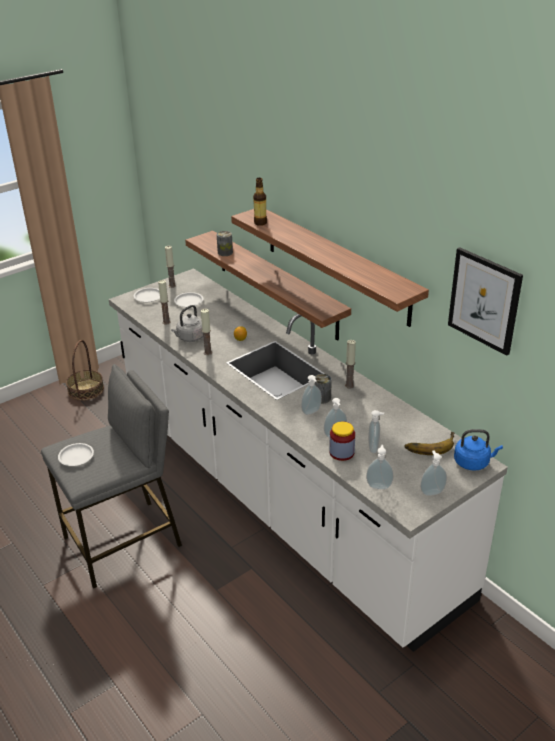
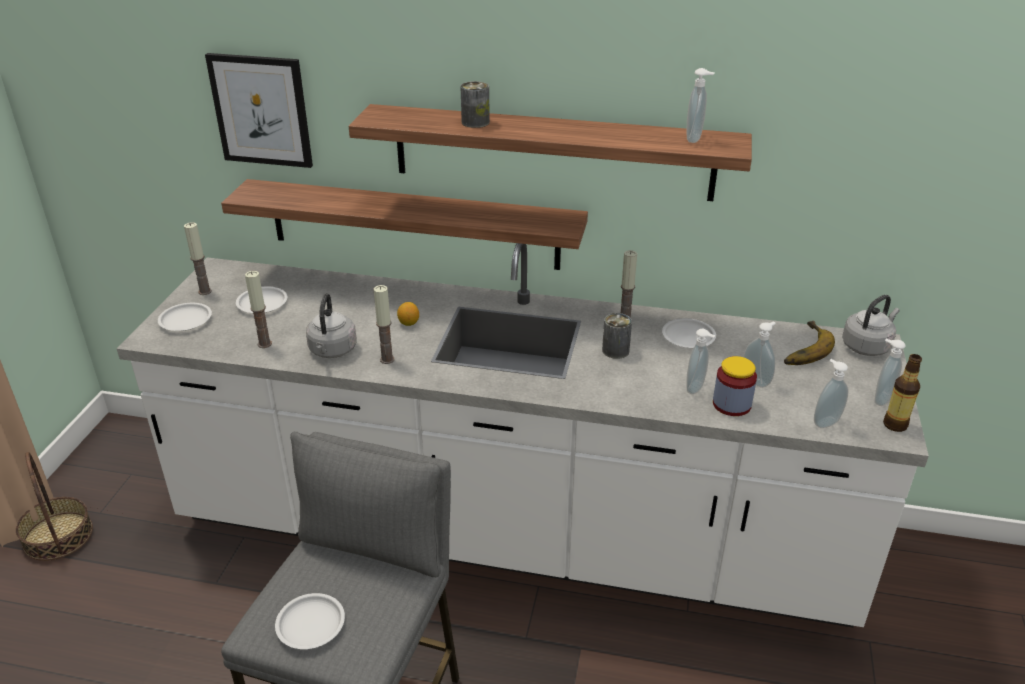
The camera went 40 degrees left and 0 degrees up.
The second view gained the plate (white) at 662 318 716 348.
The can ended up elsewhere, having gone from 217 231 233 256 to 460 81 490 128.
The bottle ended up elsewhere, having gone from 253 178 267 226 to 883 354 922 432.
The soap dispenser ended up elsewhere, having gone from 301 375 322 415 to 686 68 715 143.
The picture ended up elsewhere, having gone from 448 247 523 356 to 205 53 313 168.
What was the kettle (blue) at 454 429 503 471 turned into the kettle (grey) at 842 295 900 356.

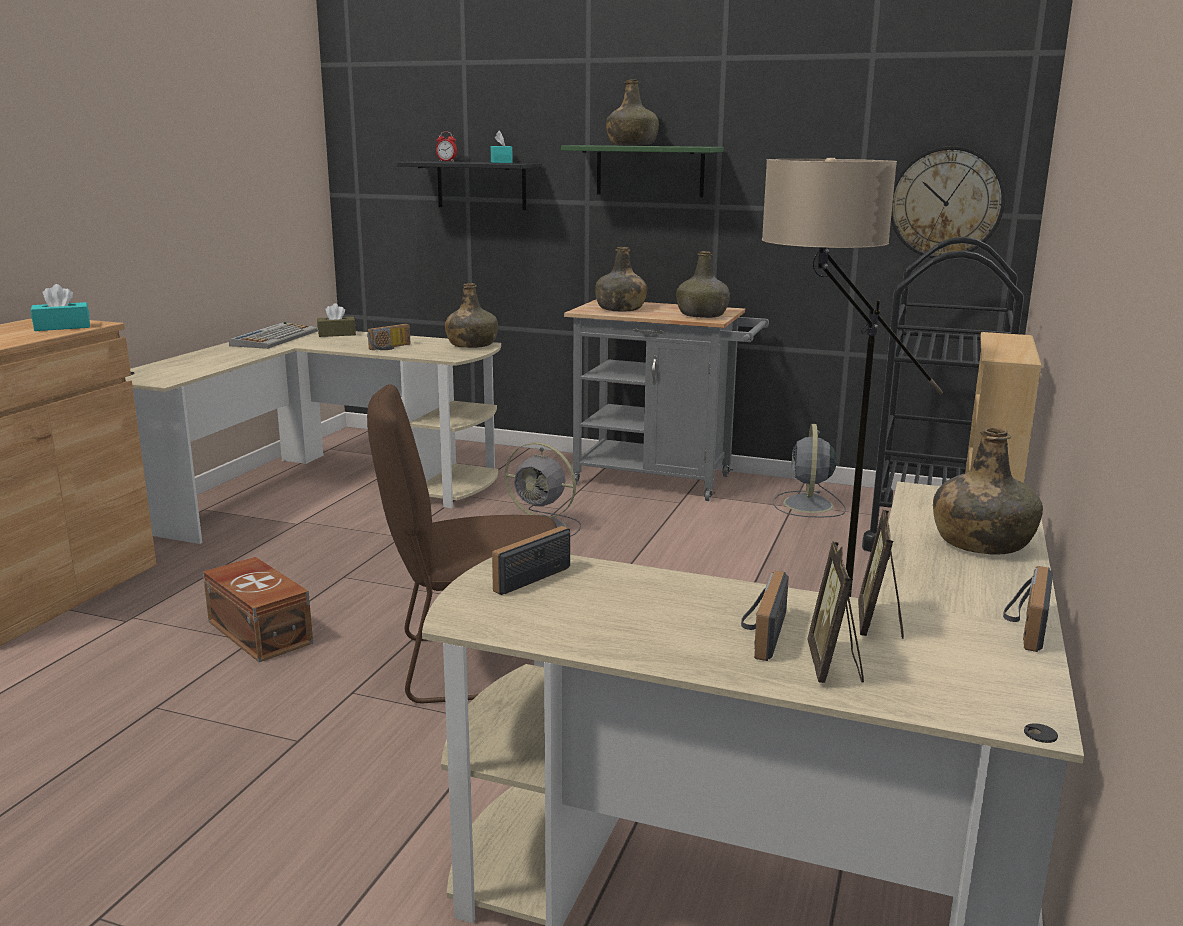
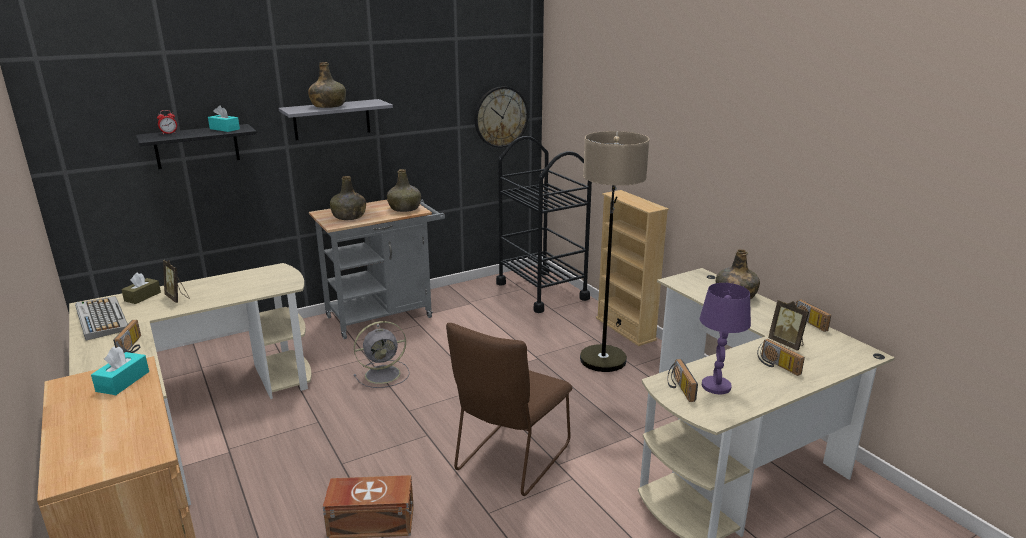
The camera went 50 degrees left and 5 degrees up.
The second view lost the bottle (green) at 445 283 498 348.
The second view lost the fan (grey) at 773 424 846 518.
The second view gained the table lamp (purple) at 700 283 751 394.
The radio ended up elsewhere, having gone from 367 324 410 350 to 113 320 141 353.
The picture frame ended up elsewhere, having gone from 807 541 864 683 to 163 260 190 303.
What was the shelf (green) at 561 145 724 197 turned into the shelf (grey) at 279 99 393 141.

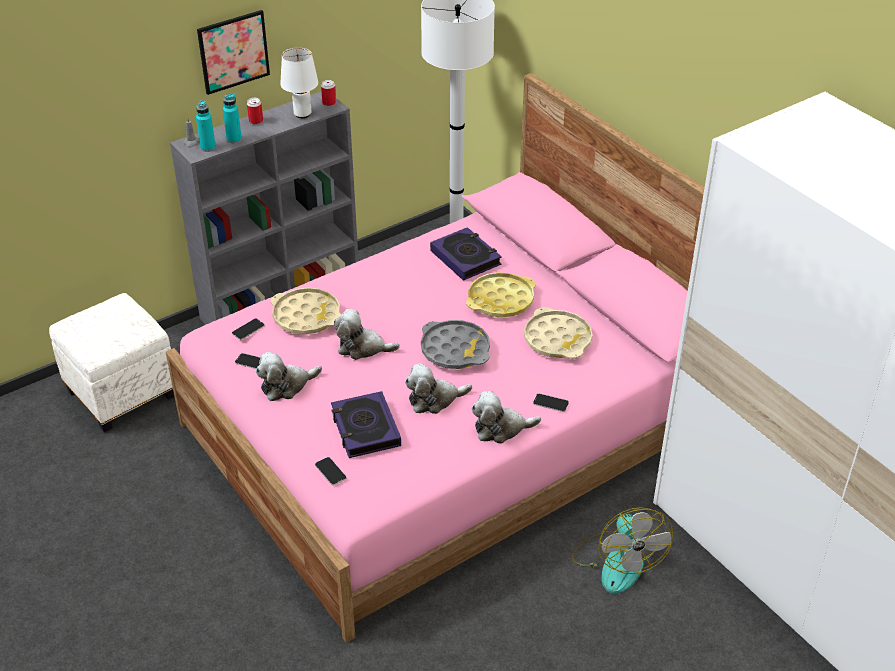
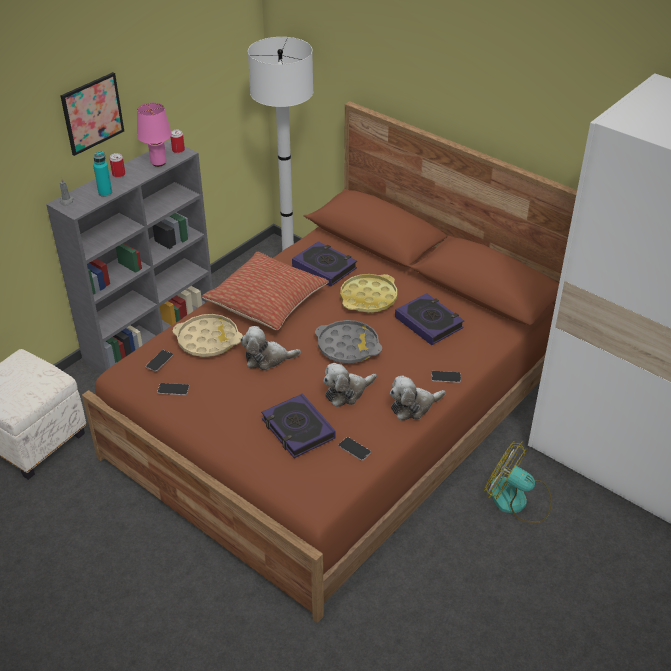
The camera went 15 degrees left and 0 degrees up.
The second view lost the bottle (turquoise) at 196 100 216 152.
The second view lost the plush toy at 256 352 322 401.
The second view gained the pillow at 202 252 329 330.
The phone ended up elsewhere, having gone from 315 457 347 485 to 338 437 371 460.
Where the tray (beige) stood at 524 307 593 359, the book came to stand at 395 293 464 345.
What was the bed (pink) at 166 73 705 643 turned into the bed (brown) at 82 101 577 623.
What was the table lamp (white) at 281 47 318 118 turned into the table lamp (pink) at 137 103 171 167.
The fan at 572 507 673 594 ended up facing another way, 150 degrees clockwise from before.

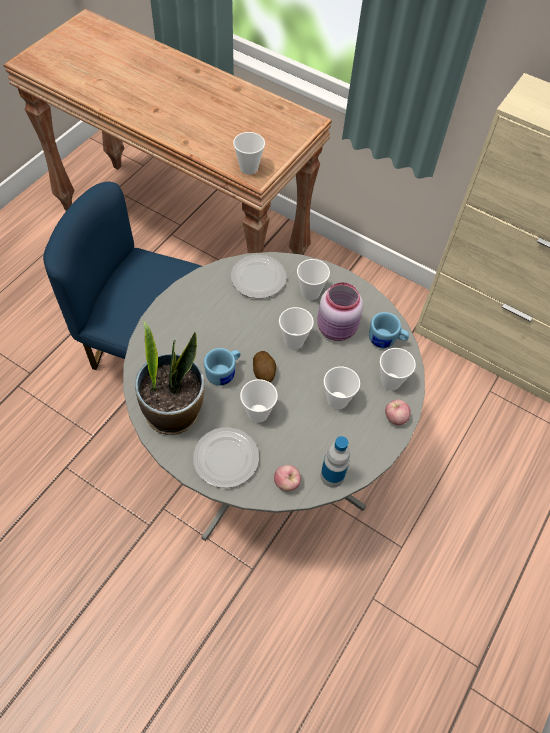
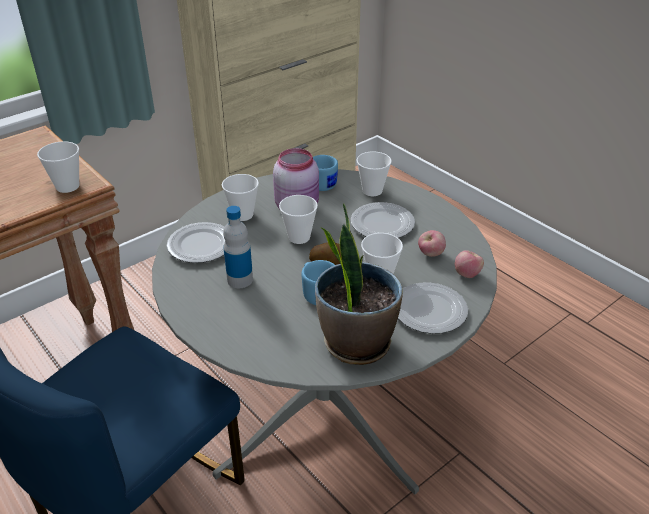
The camera went 70 degrees left and 20 degrees down.
The bottle ended up elsewhere, having gone from 320 436 350 488 to 223 206 253 288.
The apple ended up elsewhere, having gone from 385 399 411 425 to 418 230 446 257.
Where the cup stood at 324 366 360 409, the plate came to stand at 351 202 415 238.

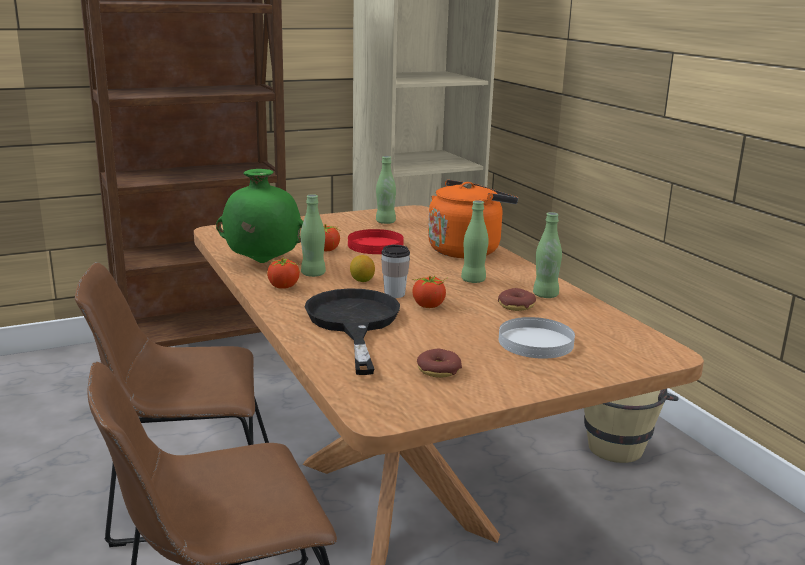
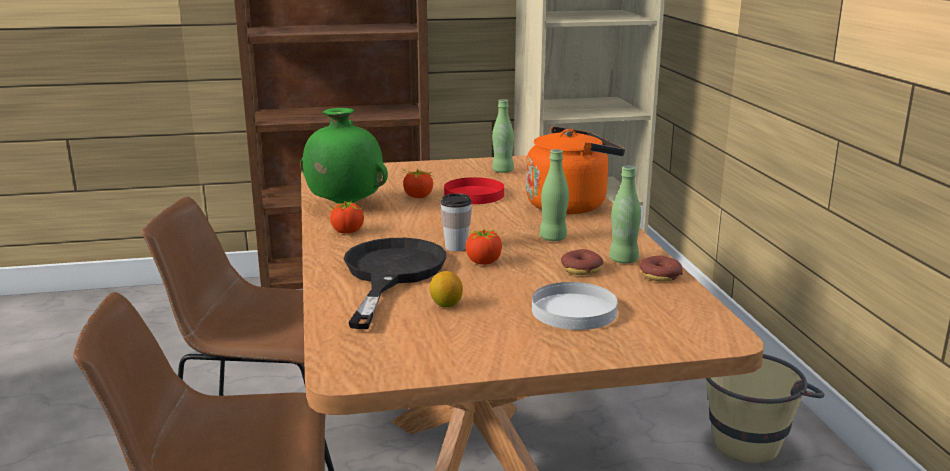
The camera went 15 degrees right and 0 degrees up.
The second view lost the bottle (green) at 301 194 326 277.
The lemon ended up elsewhere, having gone from 350 255 375 282 to 430 271 463 307.
The donut ended up elsewhere, having gone from 417 349 462 378 to 639 256 683 282.

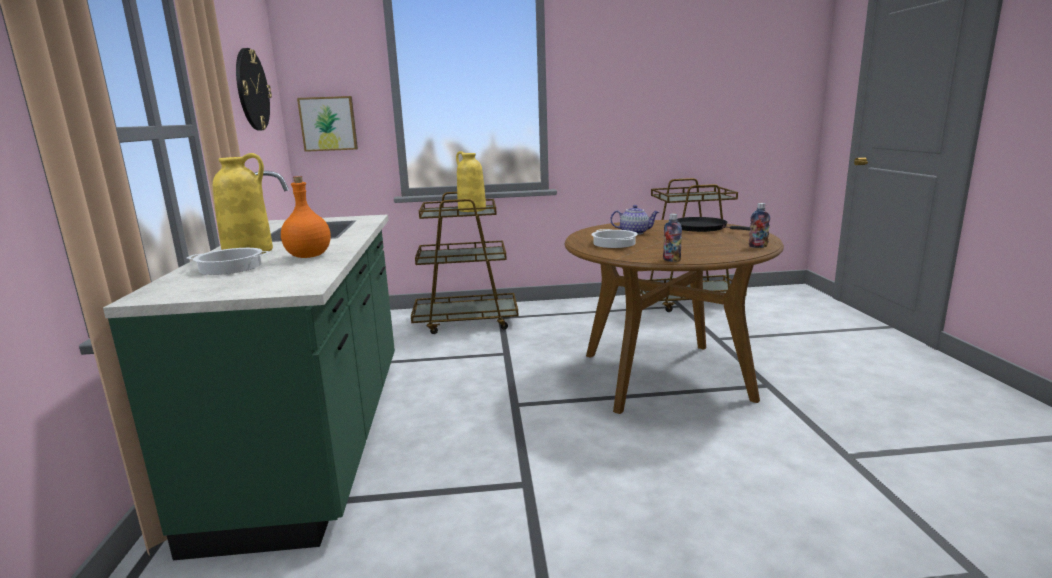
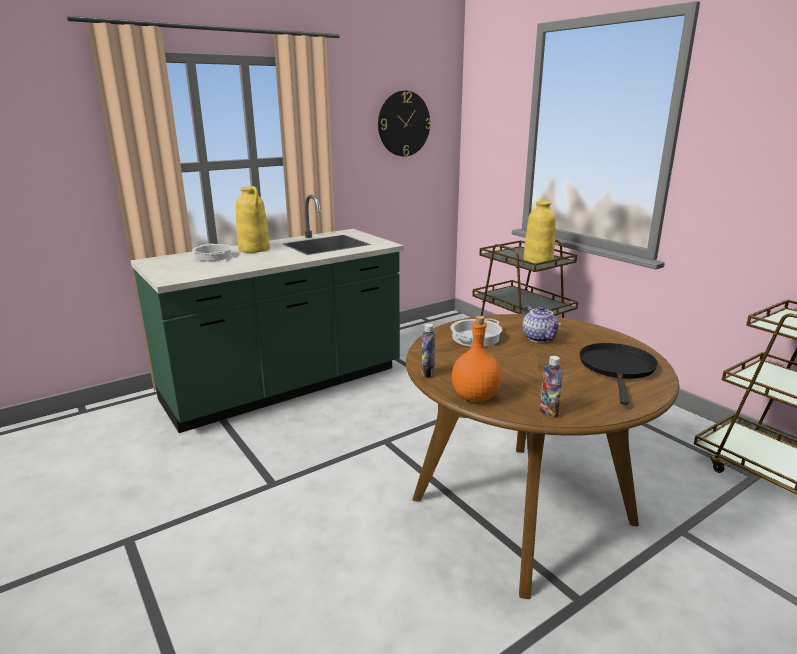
The camera went 60 degrees right and 5 degrees up.
The second view lost the picture at 297 96 358 152.
The bottle (orange) ended up elsewhere, having gone from 281 176 331 258 to 452 316 502 402.

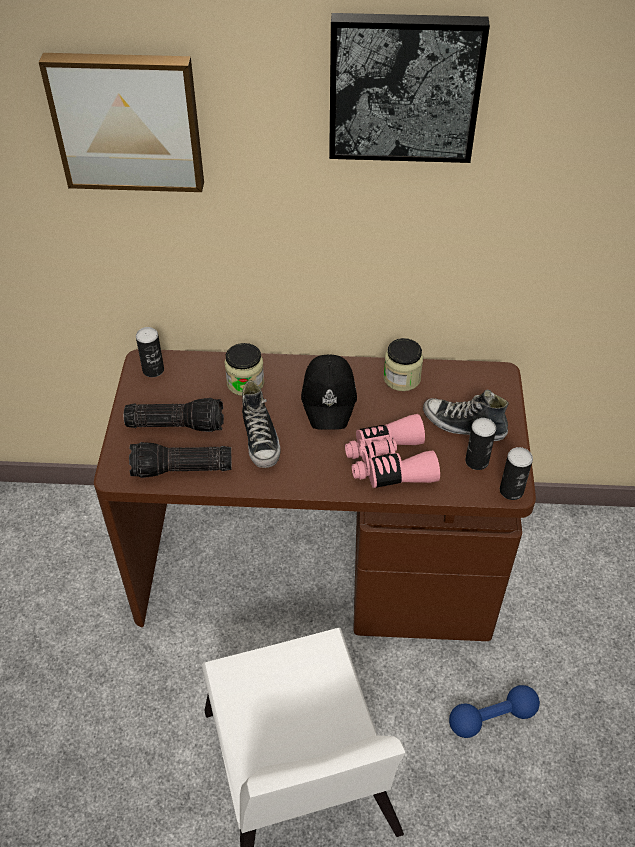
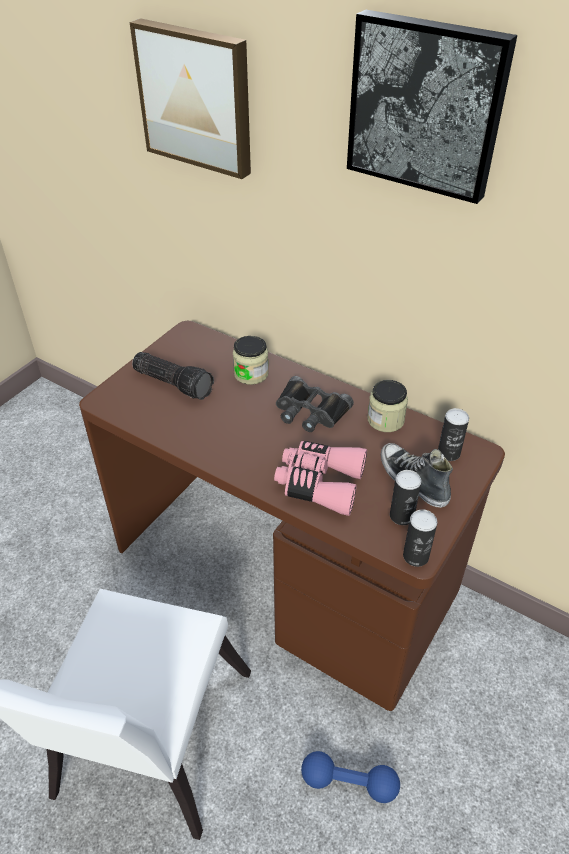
The camera went 30 degrees right and 5 degrees down.
The second view lost the flashlight at 129 442 232 478.
The second view lost the shoe at 242 380 281 468.
The can ended up elsewhere, having gone from 136 327 164 377 to 438 408 469 461.
Where the cap (black) stood at 301 355 357 430, the binoculars (black) came to stand at 276 376 354 432.

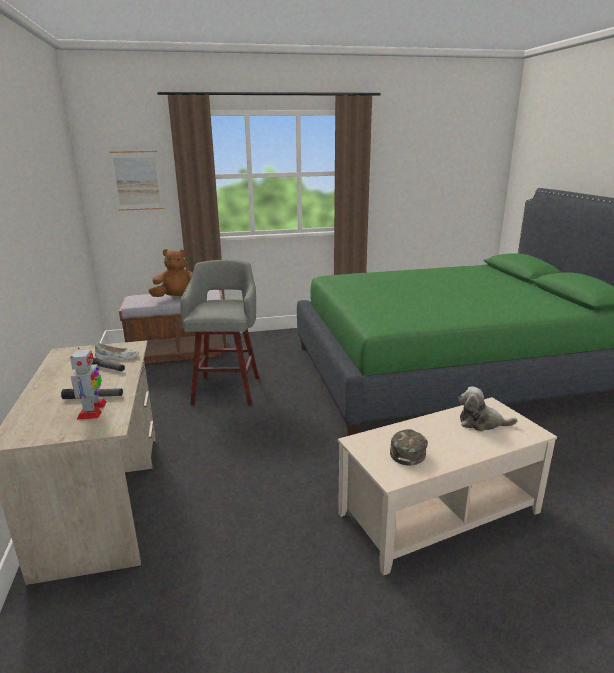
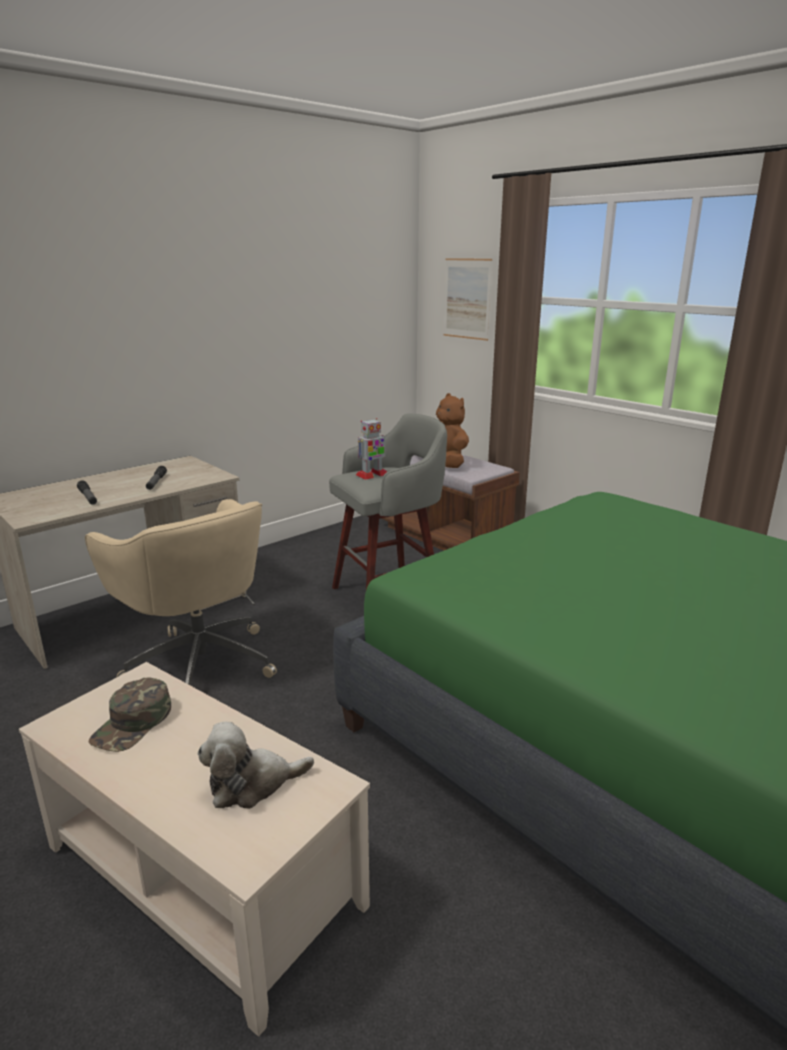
The camera went 60 degrees right and 0 degrees up.
The second view lost the shoe (white) at 95 343 139 361.
The second view gained the office chair (beige) at 85 499 277 685.
The toy robot ended up elsewhere, having gone from 70 347 107 420 to 356 418 387 480.
The cap (green) at 390 429 428 466 ended up facing another way, 120 degrees clockwise from before.
The plush toy at 459 386 517 431 ended up facing another way, 90 degrees counterclockwise from before.

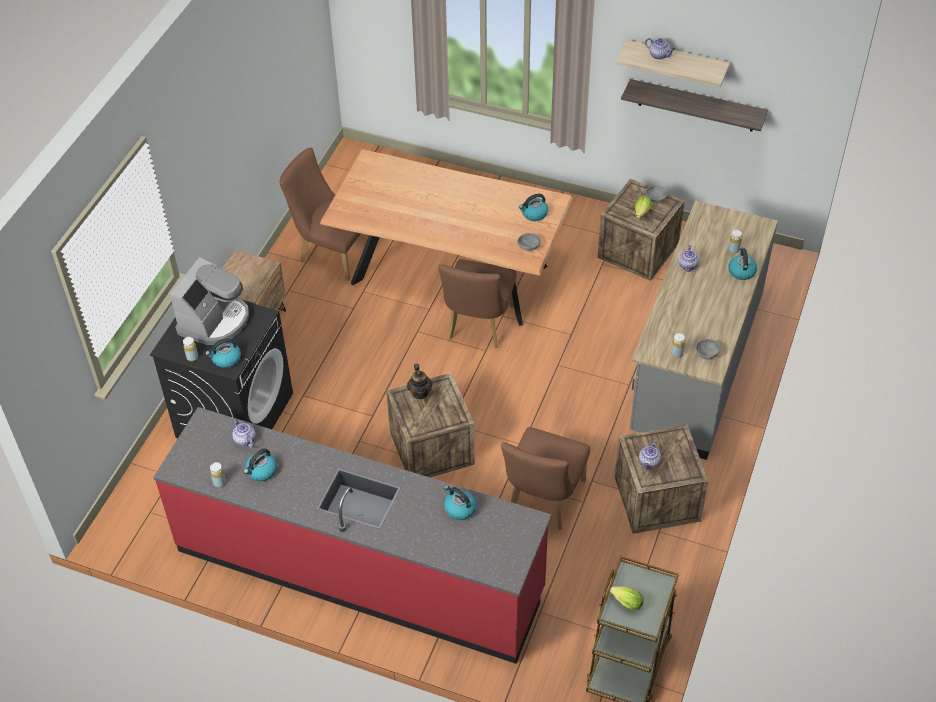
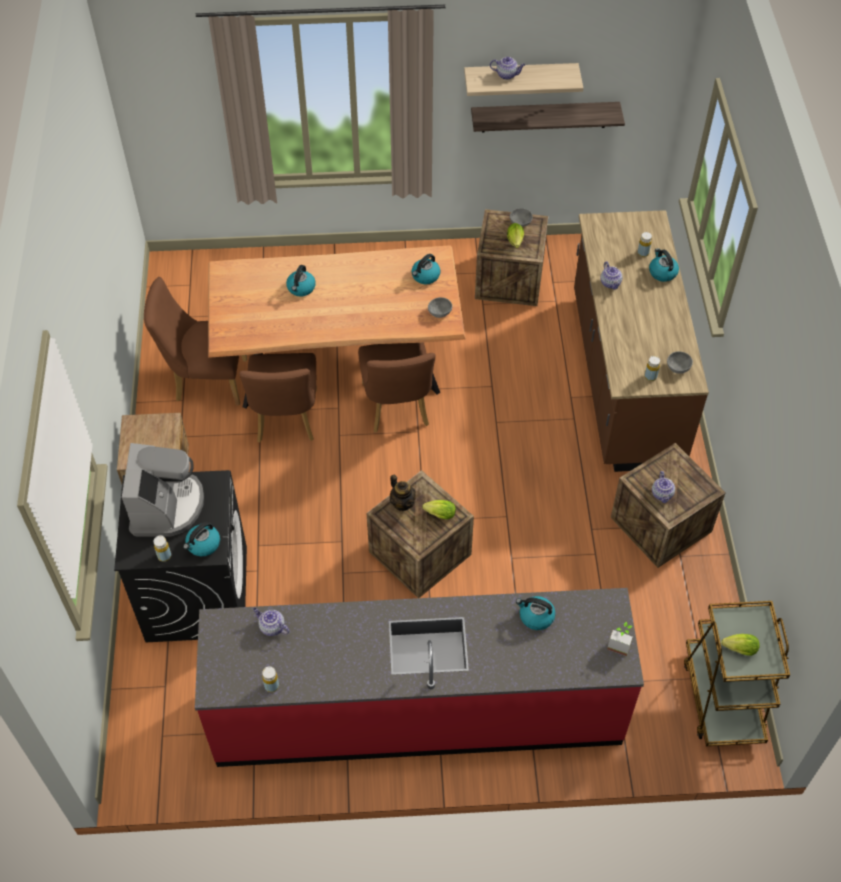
The camera went 25 degrees left and 5 degrees up.
The second view gained the lettuce at 422 500 456 519.
The second view gained the potted plant at 607 622 633 656.
The kettle ended up elsewhere, having gone from 244 448 277 481 to 286 265 316 297.
The chair (brown) ended up elsewhere, having gone from 501 427 590 530 to 239 353 317 442.
What was the counter (grey) at 630 200 778 460 turned into the counter (brown) at 574 210 709 472.

